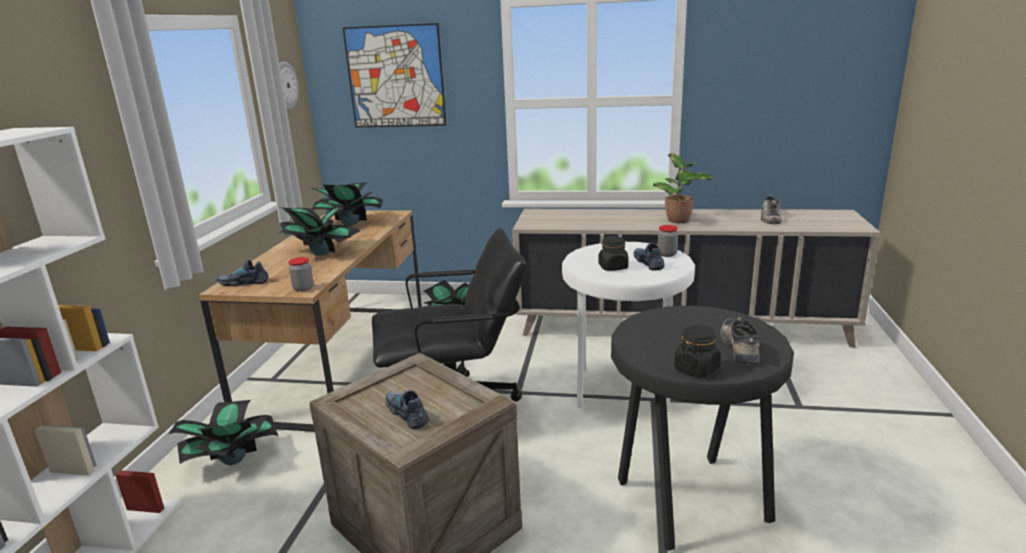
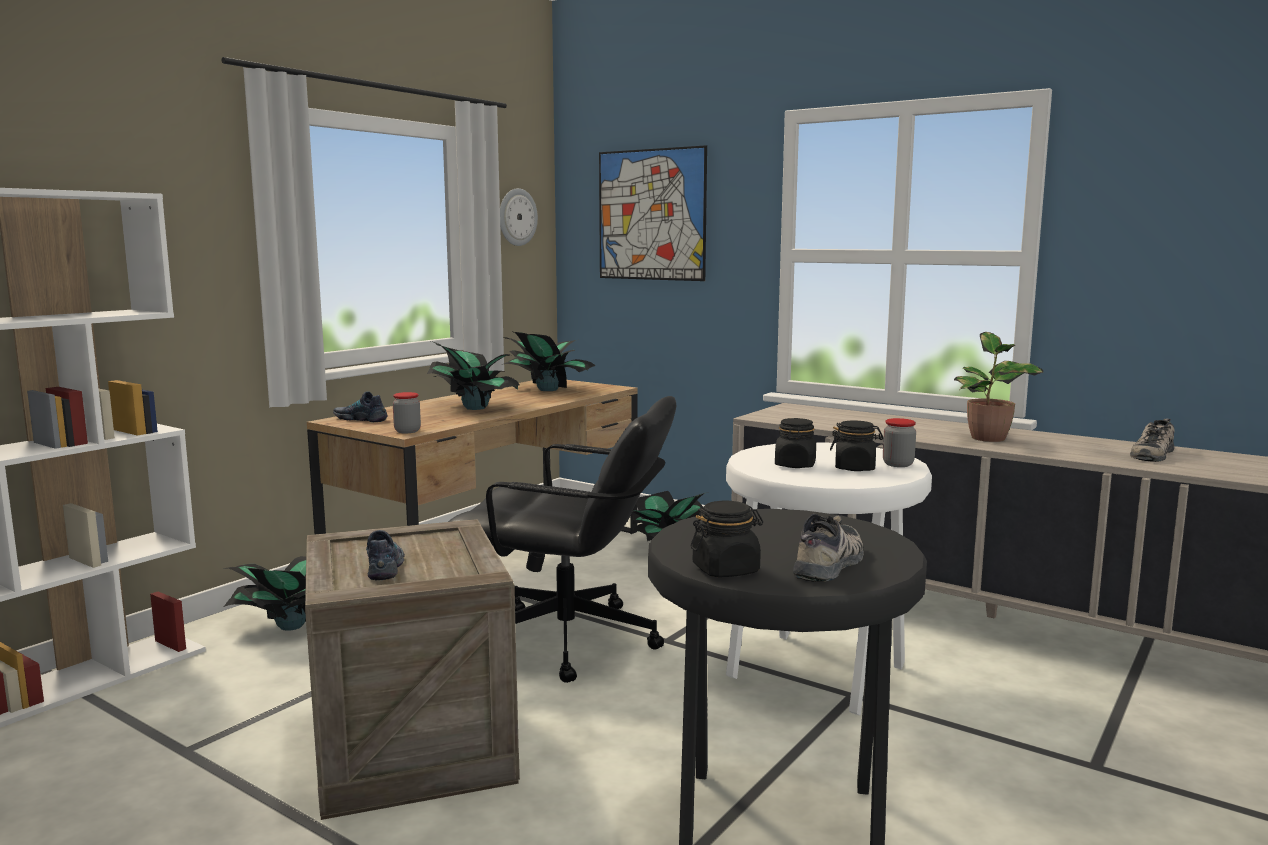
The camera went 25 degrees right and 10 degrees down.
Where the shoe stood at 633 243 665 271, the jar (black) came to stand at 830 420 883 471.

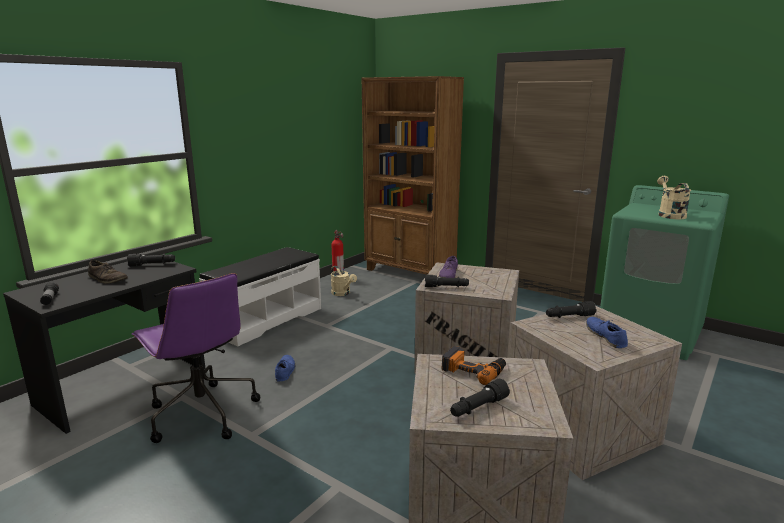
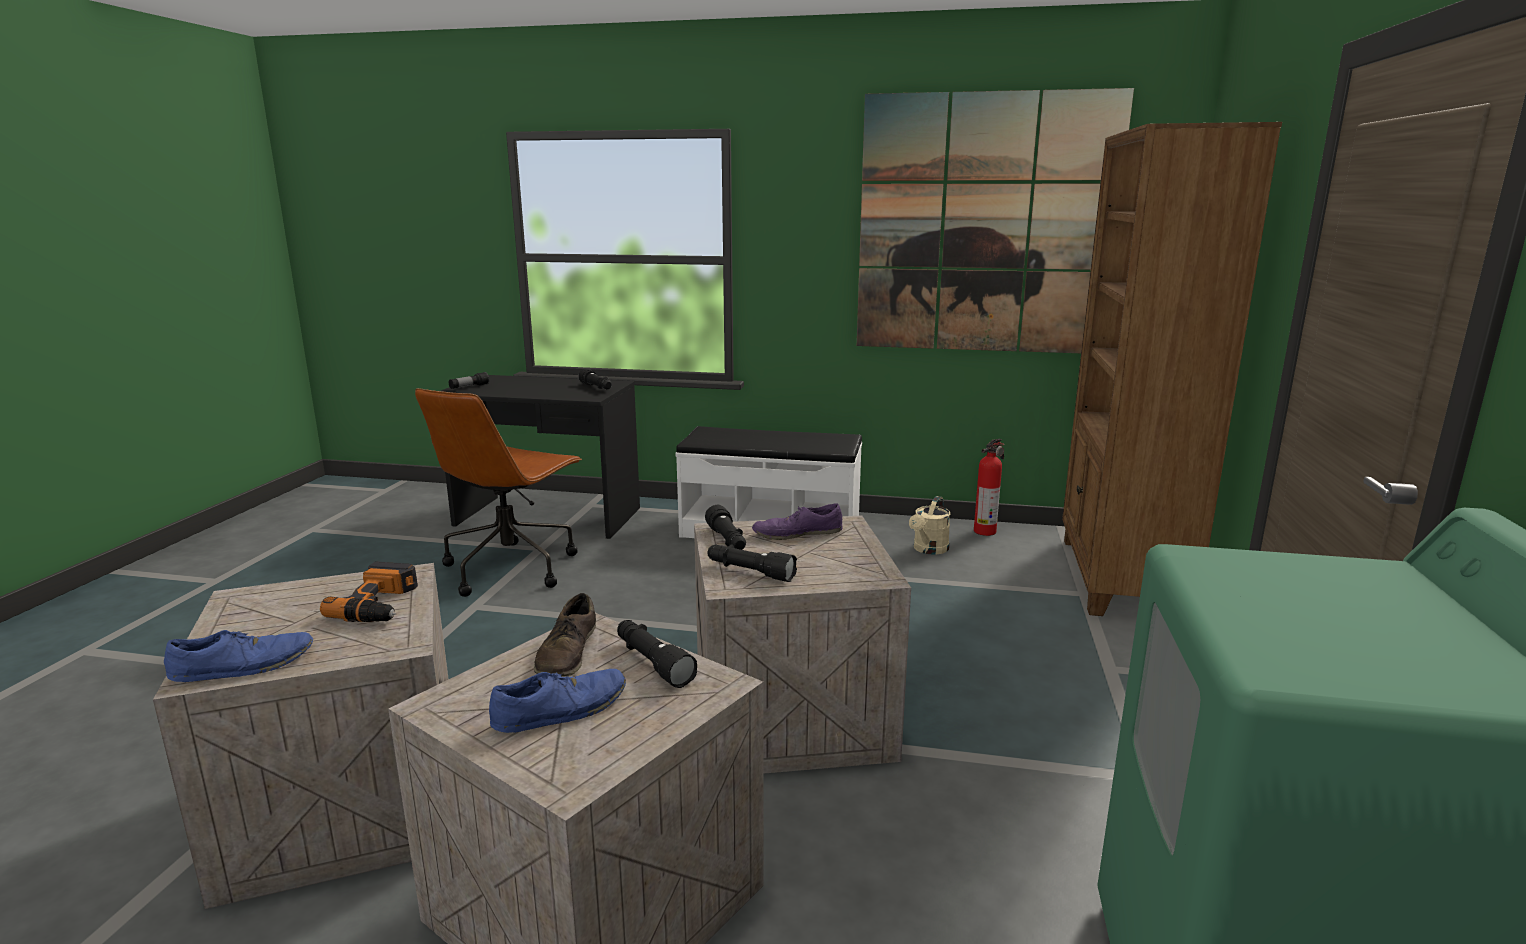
The camera went 65 degrees right and 0 degrees up.
The second view lost the watering can (beige) at 657 176 691 219.
The second view gained the picture at 857 88 1134 353.
The shoe (brown) ended up elsewhere, having gone from 88 260 128 283 to 534 593 596 677.
The shoe (blue) ended up elsewhere, having gone from 275 355 295 382 to 164 630 313 682.
The flashlight (black) ended up elsewhere, having gone from 450 379 510 417 to 707 544 797 582.
What was the office chair (purple) at 132 273 260 443 turned into the office chair (brown) at 415 388 582 597.

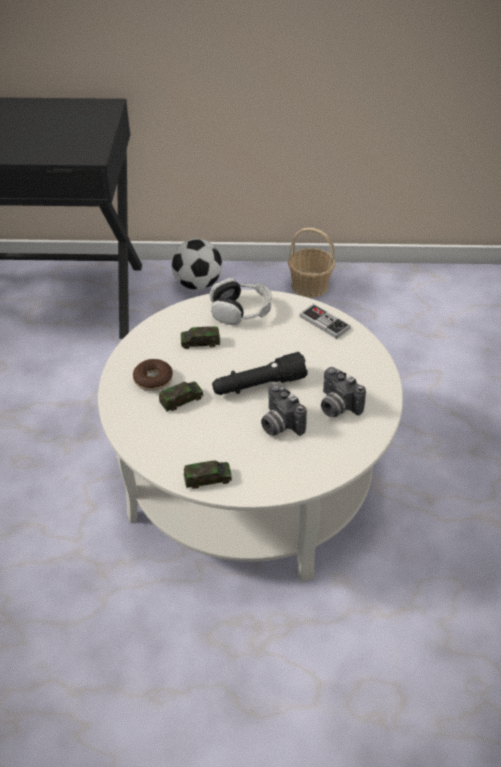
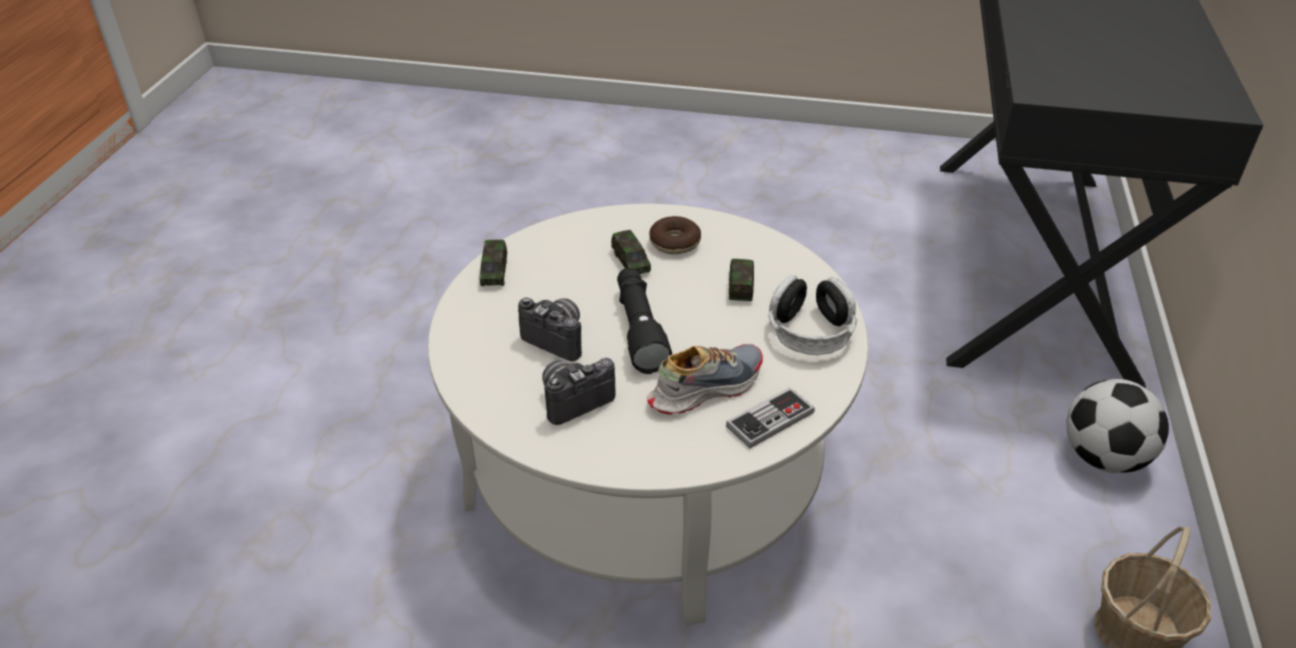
The camera went 100 degrees right and 5 degrees down.
The second view gained the shoe at 647 344 763 414.
The photo camera at 261 384 307 436 ended up facing another way, 60 degrees clockwise from before.

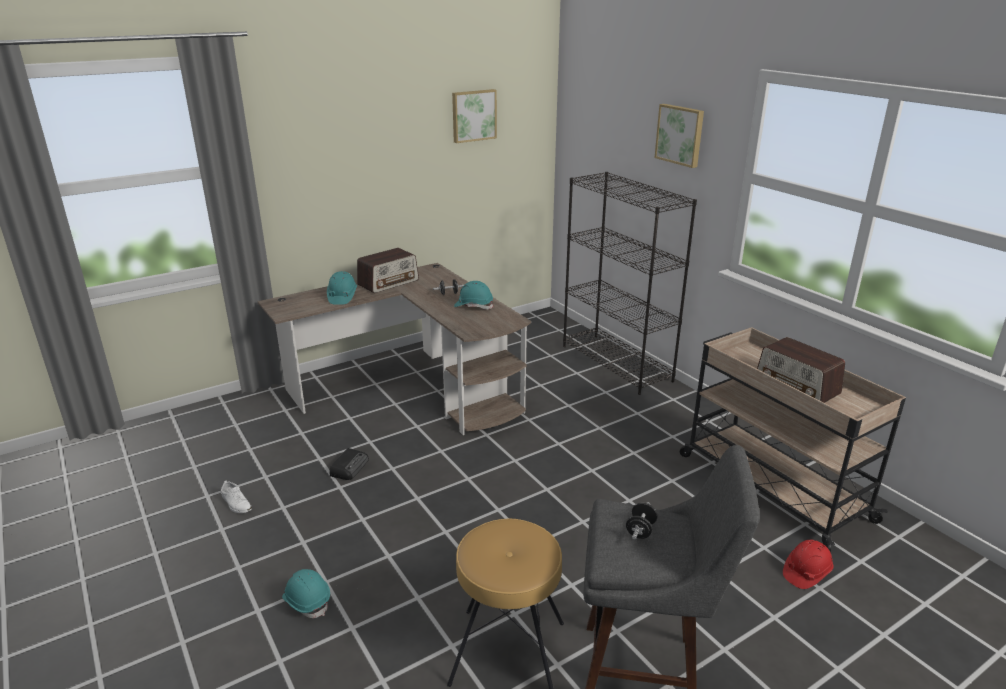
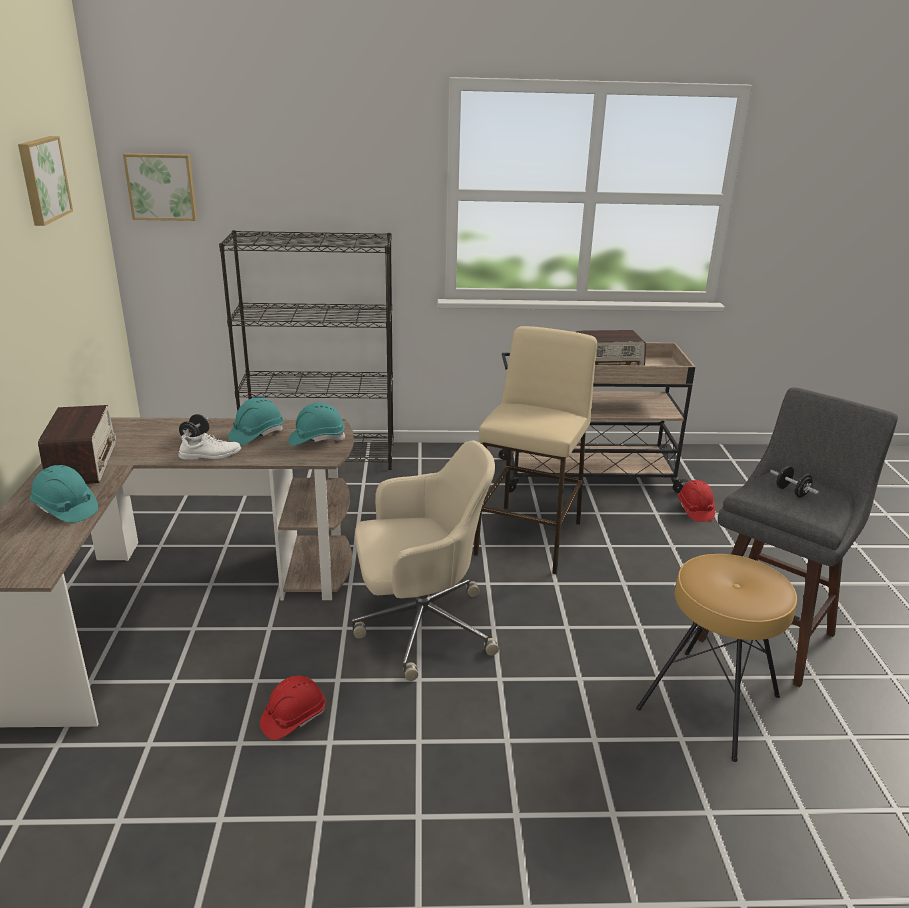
The camera went 60 degrees left and 0 degrees up.
The second view gained the office chair (beige) at 352 441 499 681.
The second view gained the stool (beige) at 474 326 597 574.
The shoe (white) ended up elsewhere, having gone from 221 480 252 513 to 179 433 241 459.
The hard hat (turquoise) ended up elsewhere, having gone from 282 569 330 618 to 289 402 345 446.
The picture ended up elsewhere, having gone from 654 104 704 168 to 123 153 197 221.
Where the radio stood at 329 448 369 480, the hard hat (red) came to stand at 260 676 326 740.

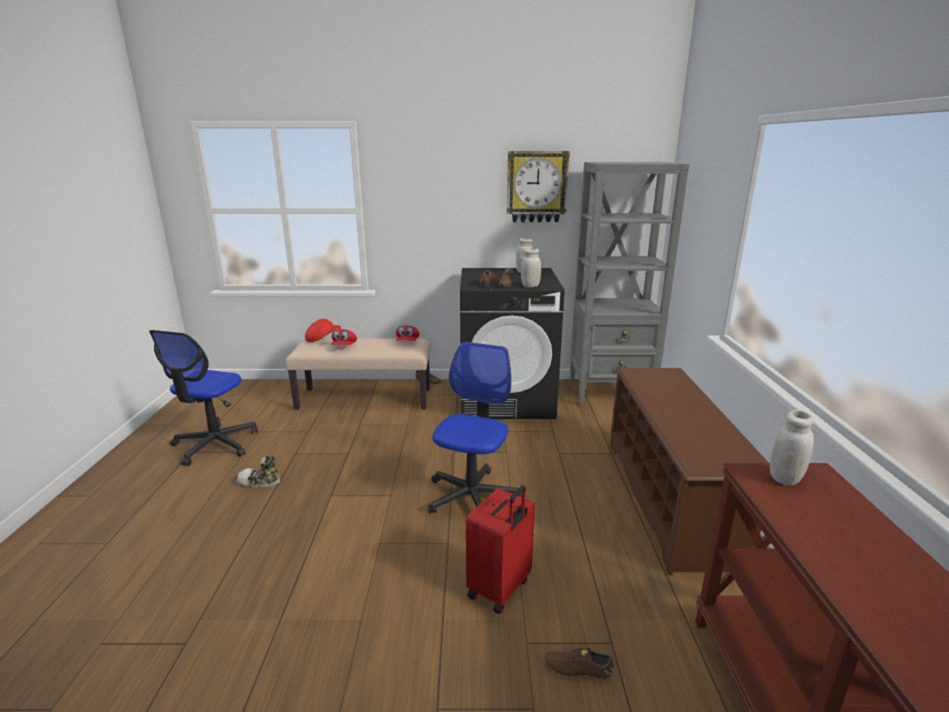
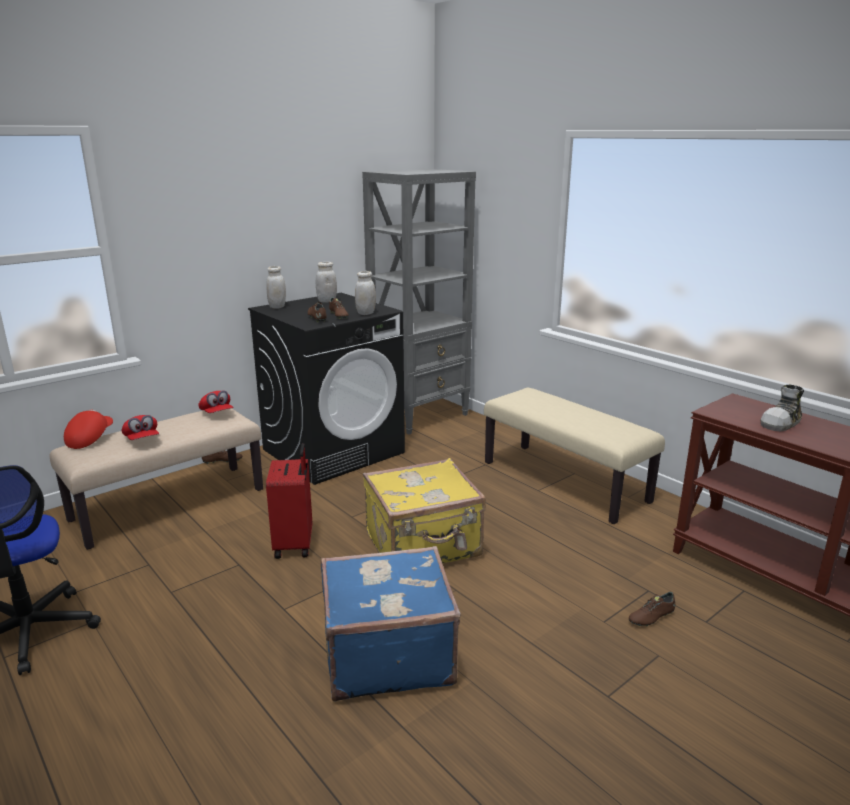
The camera went 40 degrees left and 0 degrees up.
The second view lost the wall clock at 507 151 570 222.
The second view gained the suitcase (blue) at 321 546 461 702.
The shoe ended up elsewhere, having gone from 237 456 280 488 to 761 385 804 431.
The suitcase (red) ended up elsewhere, having gone from 466 485 535 614 to 266 443 312 559.
The jar (white) ended up elsewhere, having gone from 770 410 814 486 to 266 266 286 309.
Where the office chair stood at 428 342 522 514, the suitcase (yellow) came to stand at 363 458 486 563.
Where the shoe rack (brown) stood at 610 368 769 575, the bench (beige) came to stand at 484 387 665 524.

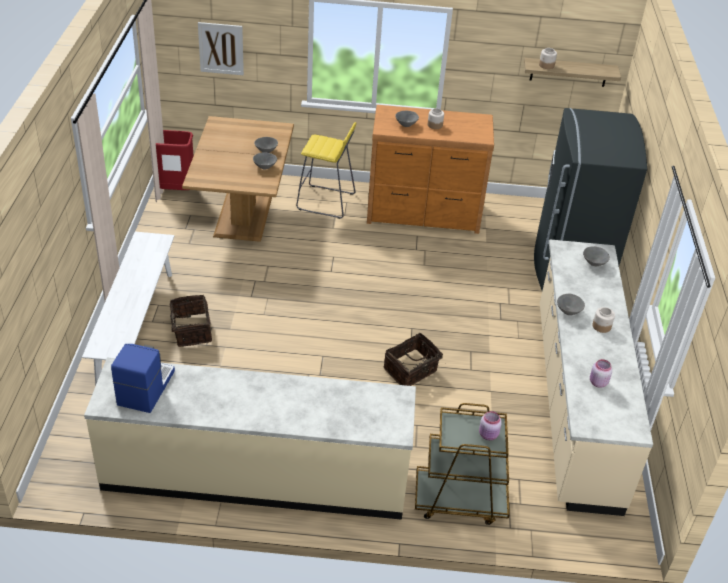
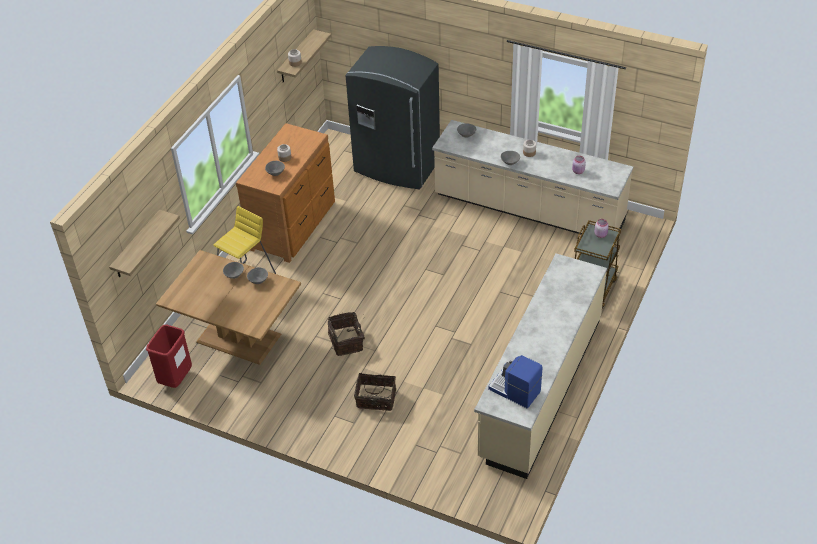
The camera went 65 degrees left and 5 degrees up.
The second view lost the bench (white) at 82 232 174 386.
The basket ended up elsewhere, having gone from 384 333 443 386 to 328 312 365 356.
Where the picture hung at 198 22 244 75, the shelf came to hang at 109 210 180 277.

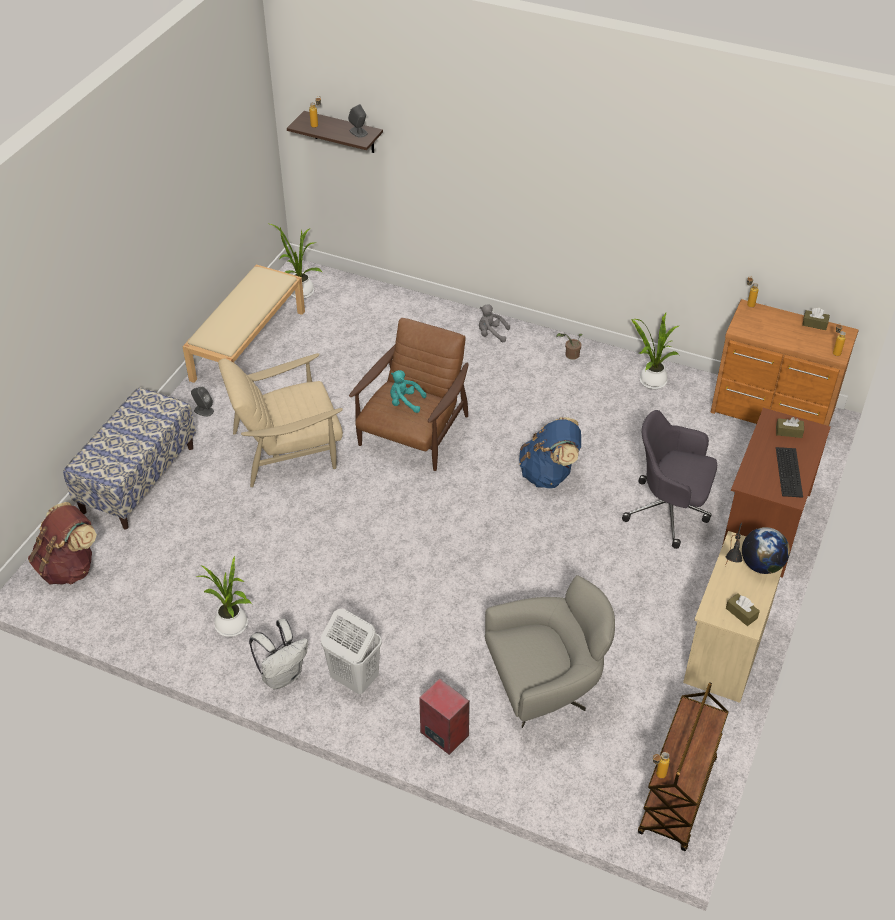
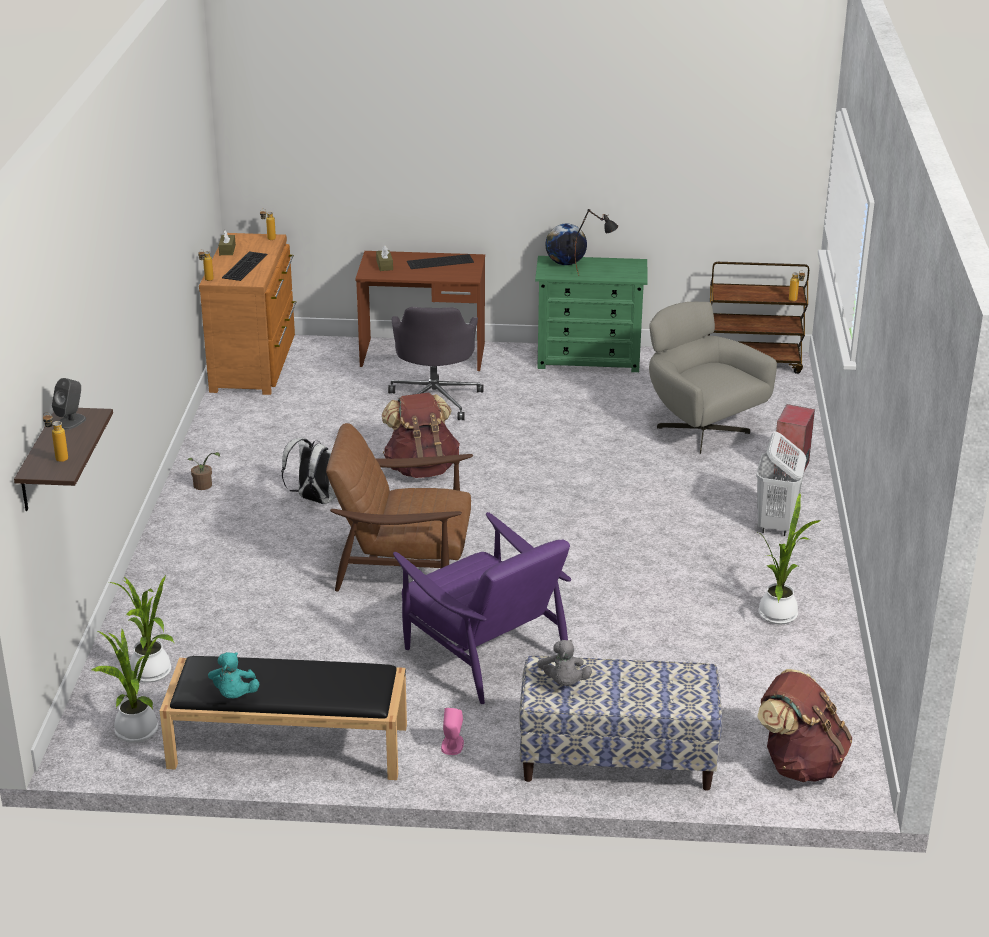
The camera went 110 degrees left and 15 degrees down.
The second view lost the tissue box (brown) at 726 593 760 626.
The second view gained the keyboard at 222 251 267 281.
The backpack (white) ended up elsewhere, having gone from 249 619 308 689 to 281 438 336 504.
The plush toy (turquoise) ended up elsewhere, having gone from 390 370 426 413 to 208 652 260 699.
The plush toy (grey) ended up elsewhere, having gone from 479 305 510 342 to 537 640 592 686.
The potted plant ended up elsewhere, having gone from 631 313 681 389 to 109 575 175 683.
What was the bench (beige) at 182 264 305 383 turned into the bench (black) at 160 656 407 780.
What was the speaker (grey) at 191 387 214 417 turned into the speaker (pink) at 441 708 464 755.
What was the armchair (beige) at 218 353 343 487 turned into the armchair (purple) at 393 512 571 704.
What was the backpack (blue) at 519 417 581 488 turned into the backpack (brown) at 382 393 460 478.
What was the dresser (beige) at 683 531 783 703 turned into the dresser (green) at 535 256 648 372.

